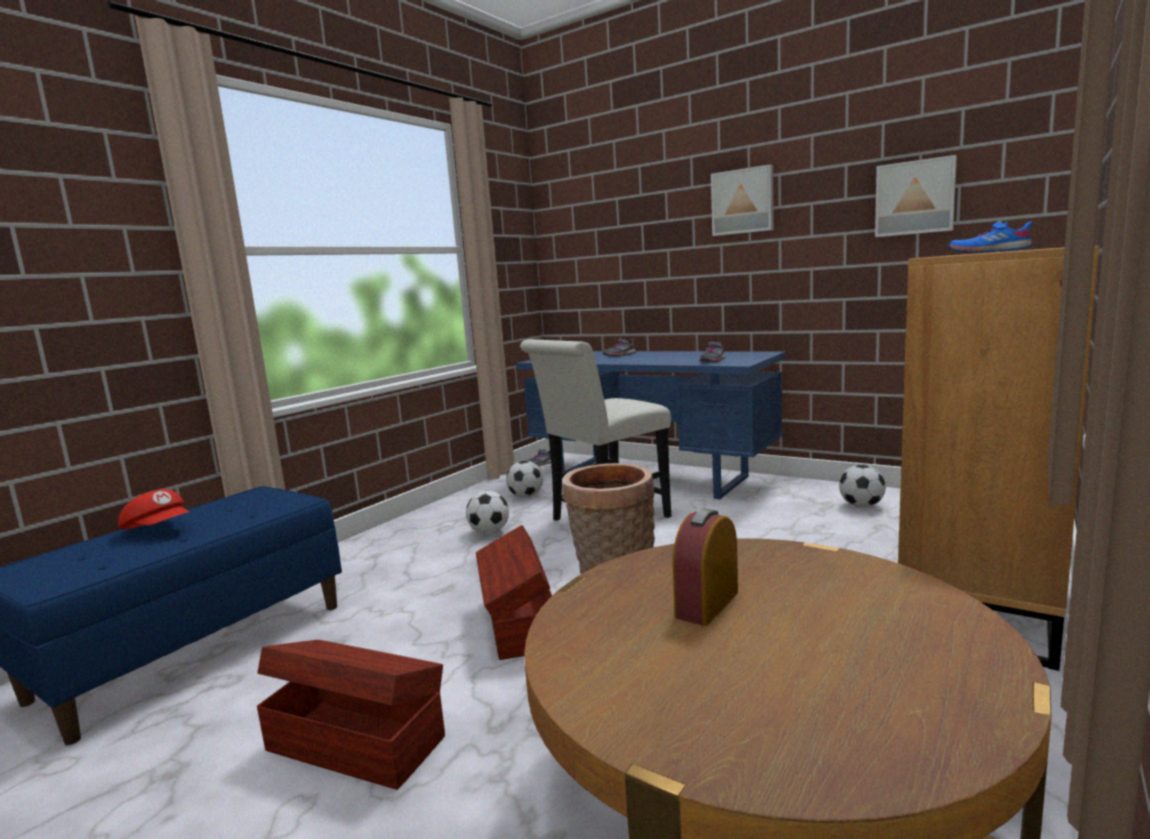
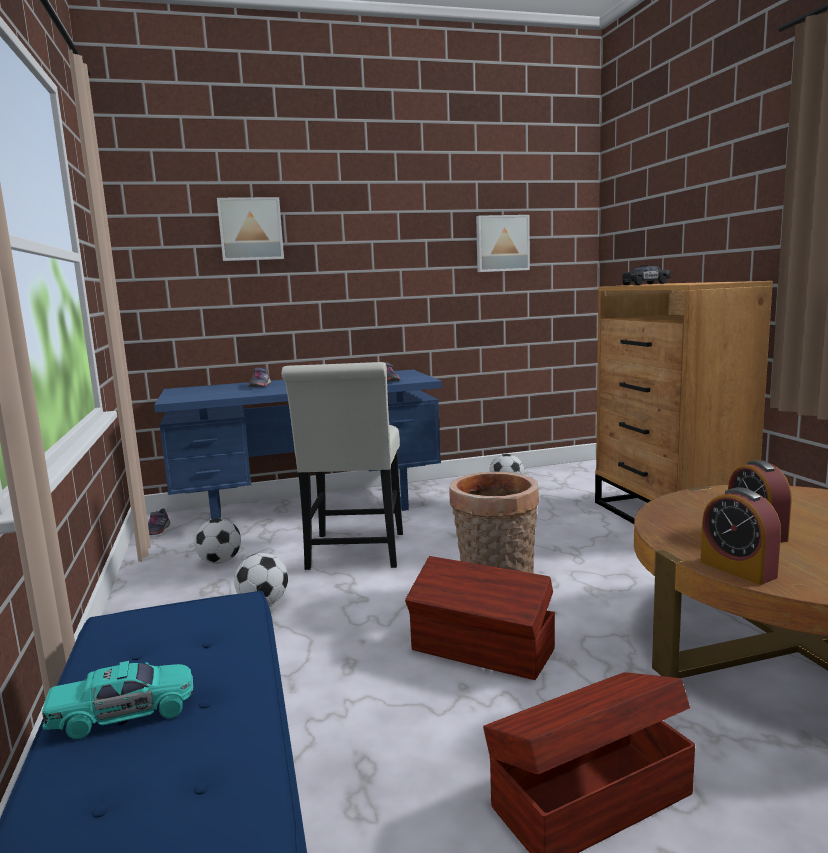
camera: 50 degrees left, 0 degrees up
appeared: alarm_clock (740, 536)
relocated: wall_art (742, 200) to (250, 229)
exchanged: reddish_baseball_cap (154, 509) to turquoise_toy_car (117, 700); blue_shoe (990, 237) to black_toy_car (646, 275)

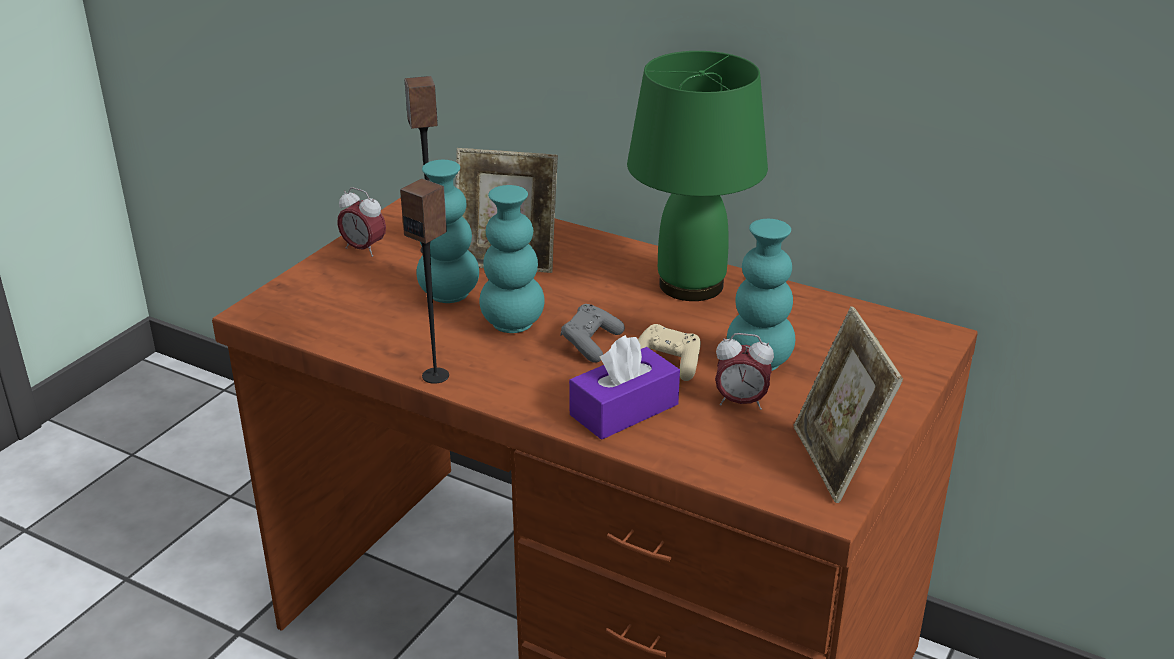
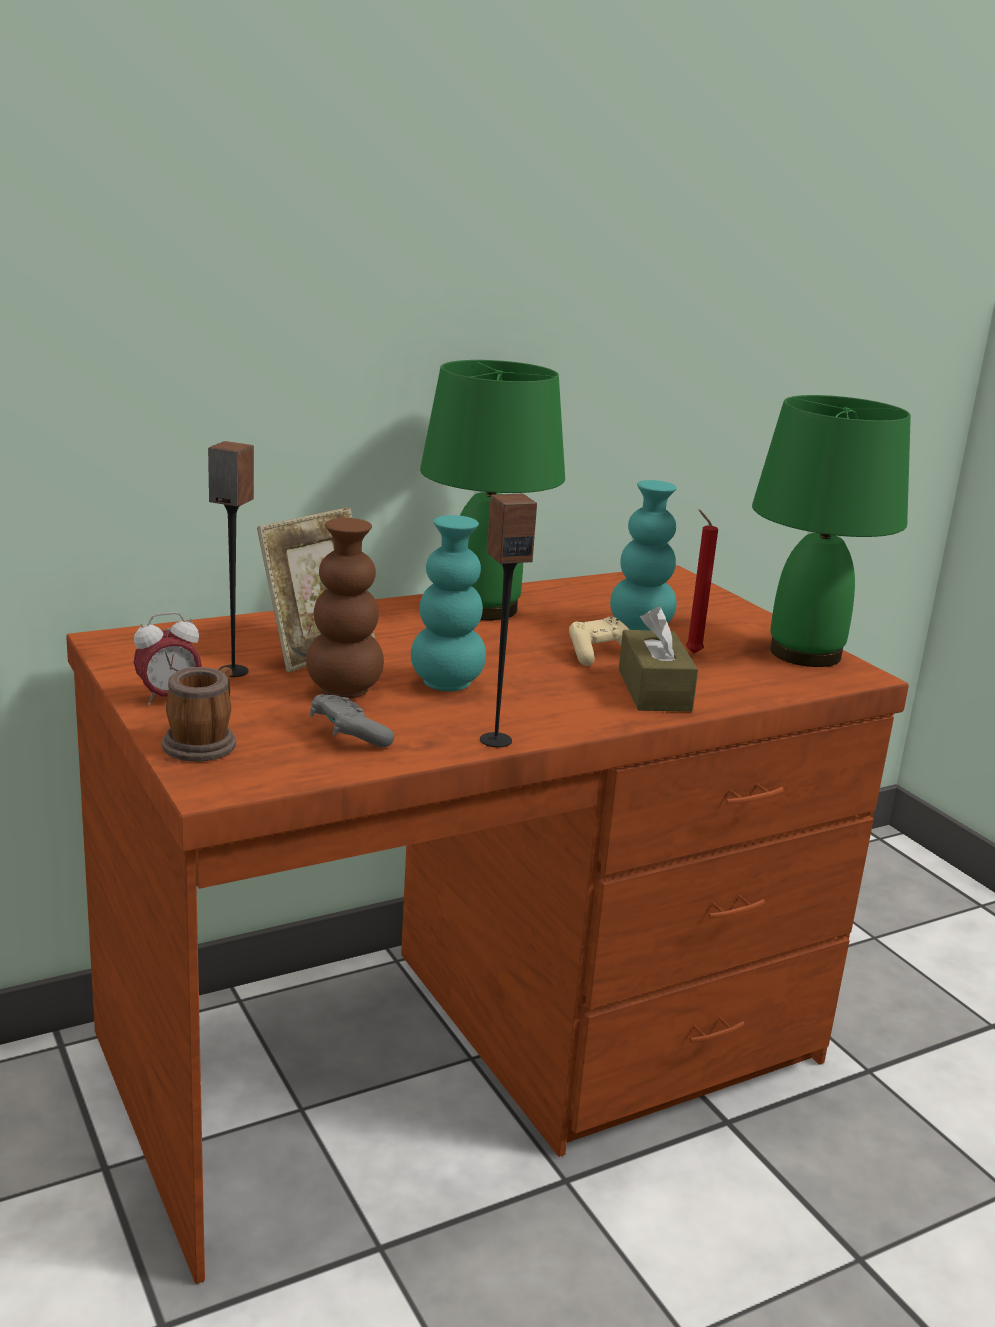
camera: 60 degrees left, 10 degrees down
appeared: coffee_mug (199, 714)
relocated: grey_joypad (592, 333) to (352, 721)
exchanged: alarm_clock (744, 371) to reddish_candle (702, 581); picture_frame (848, 404) to green-coloured_lamp_for_a_table (831, 531)
colour: turquoise_flower_vase (447, 231) to brownish_flower_vase (345, 608); purplish_tissue_box (624, 387) to brownish_tissue_box (658, 659)

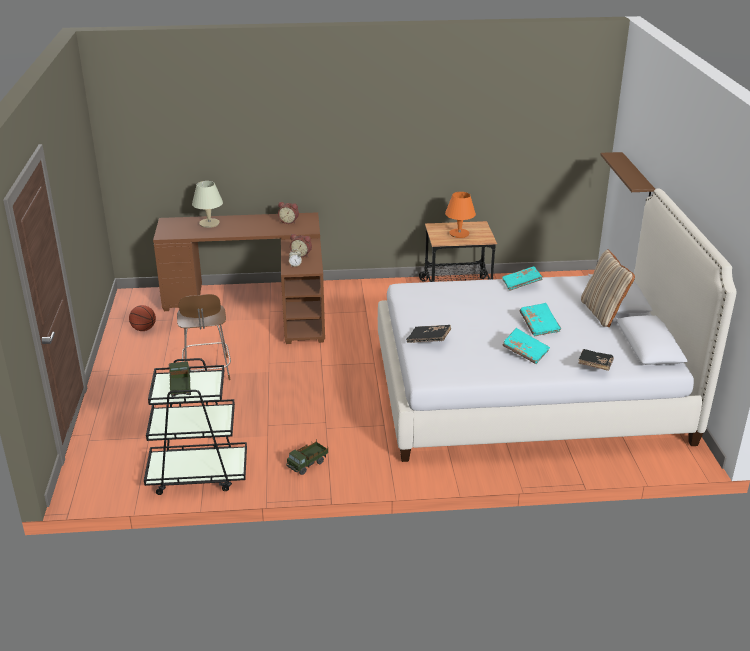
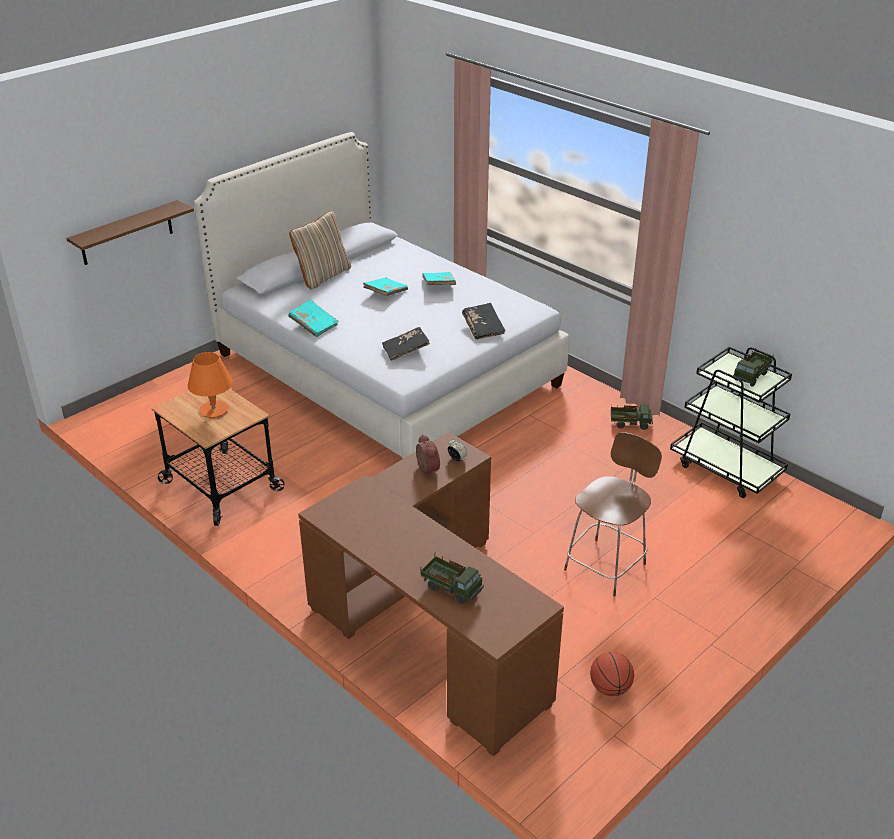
camera: 130 degrees left, 5 degrees up
missing: alarm_clock (288, 213)
relocated: black_volume (596, 360) to (406, 344)
exchanged: sand-coloured_lamp_for_a_table (207, 204) to model_truck (452, 580)

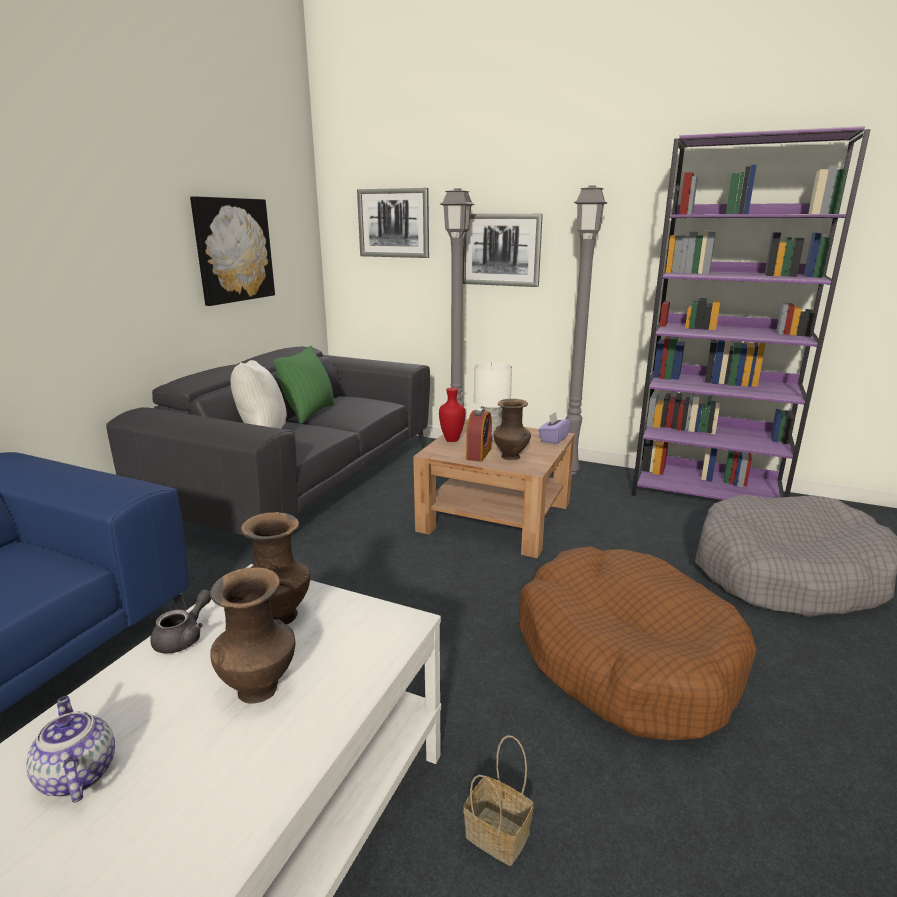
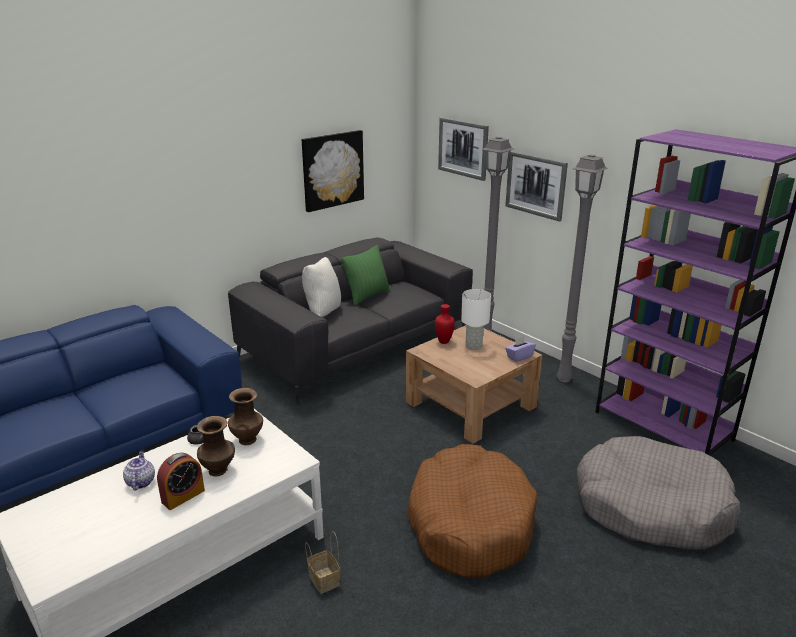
camera: 25 degrees right, 5 degrees up
missing: brownish_flower_vase (512, 429)
relocated: alarm_clock (479, 435) to (181, 481)

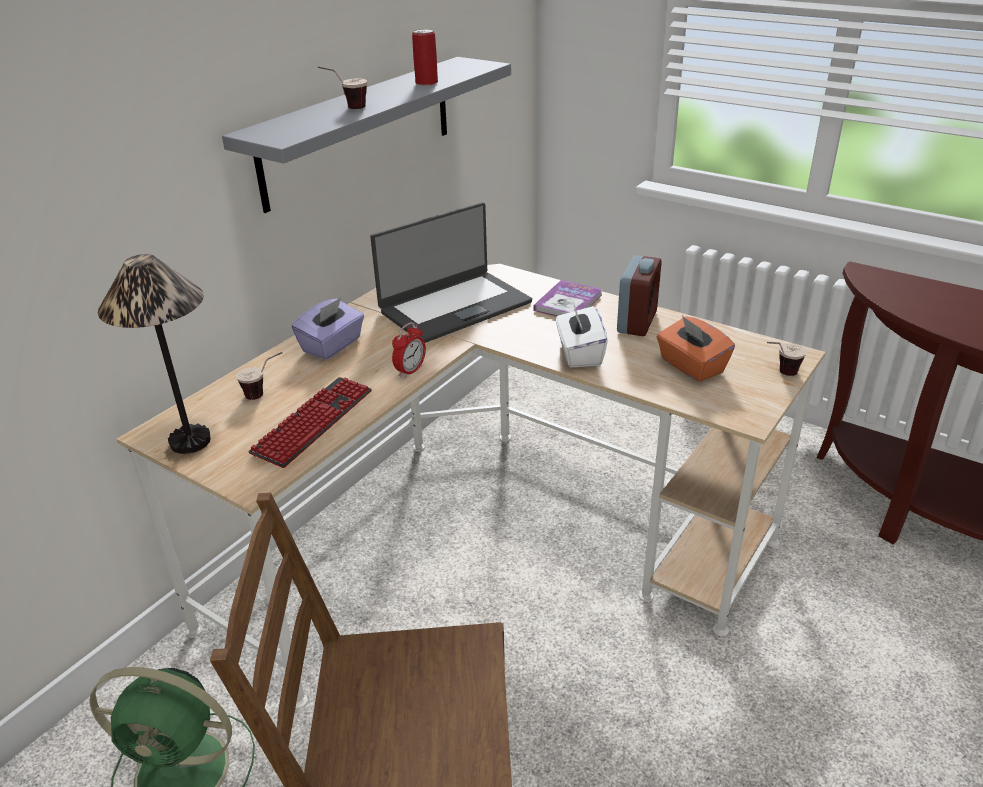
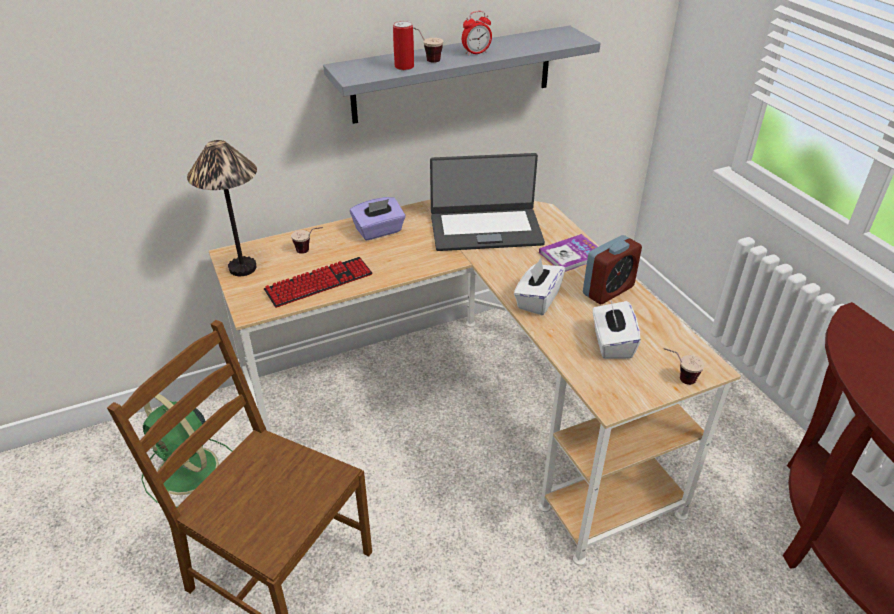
camera: 30 degrees right, 5 degrees up
relocated: sealed_can (425, 57) to (403, 45); alarm_clock (409, 350) to (477, 33)
colour: orangey_tissue_box (696, 349) to whitish_tissue_box (617, 330)

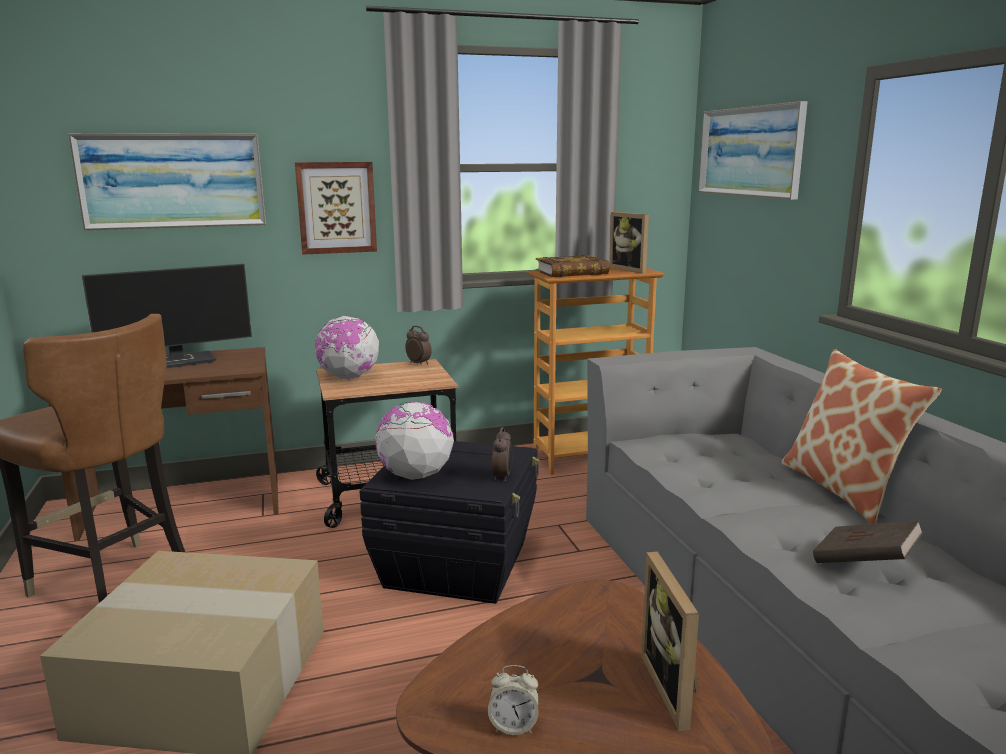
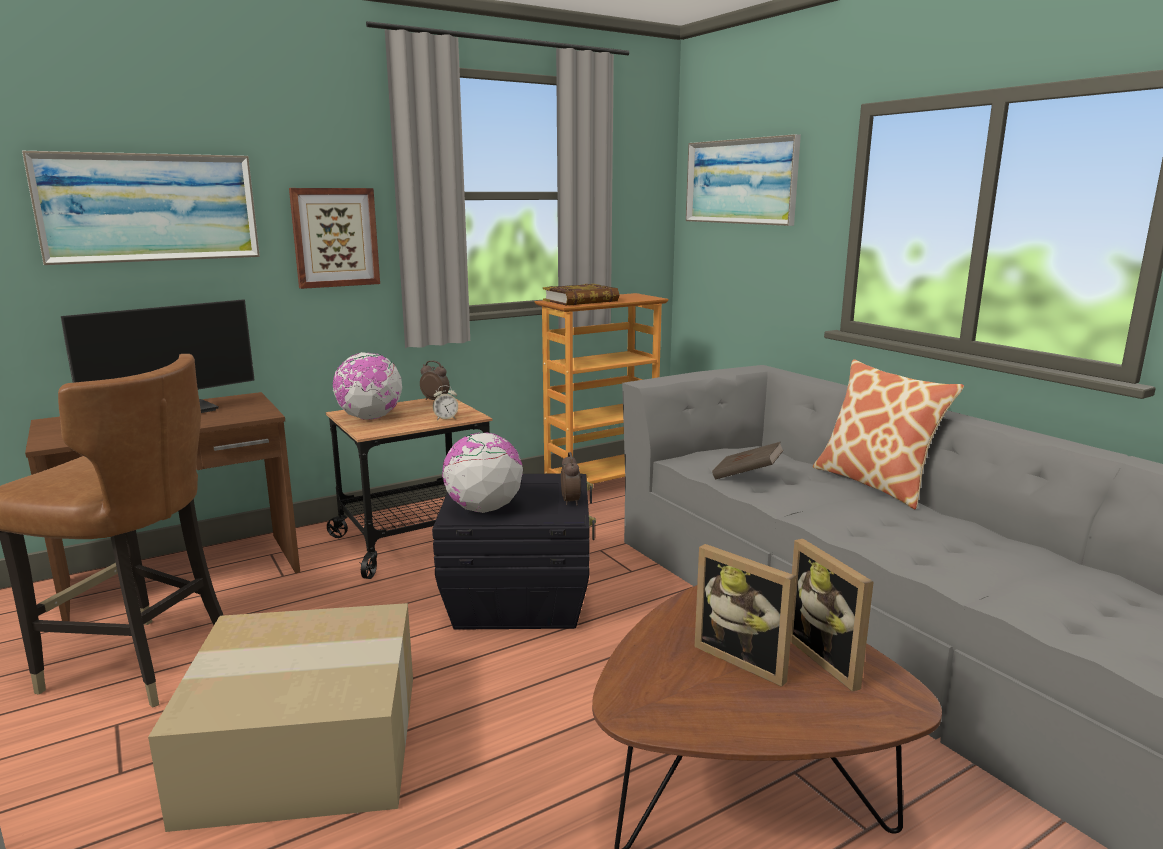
camera: 15 degrees left, 0 degrees up
relocated: alarm_clock (513, 700) to (445, 403); picture_frame (629, 242) to (745, 615); brownish_volume (868, 541) to (748, 461)

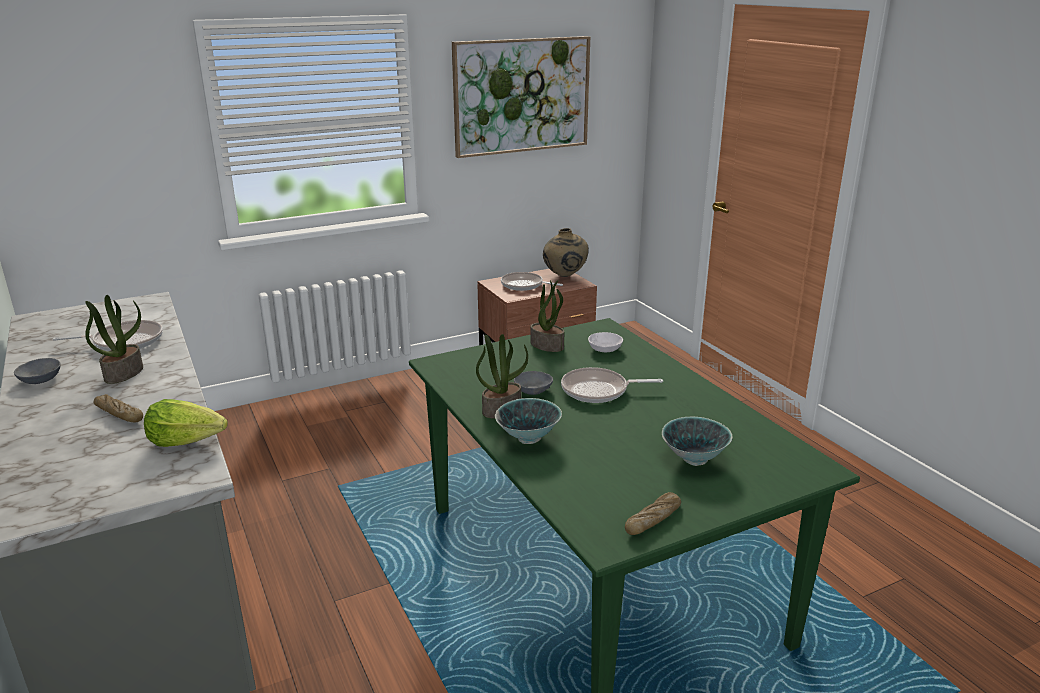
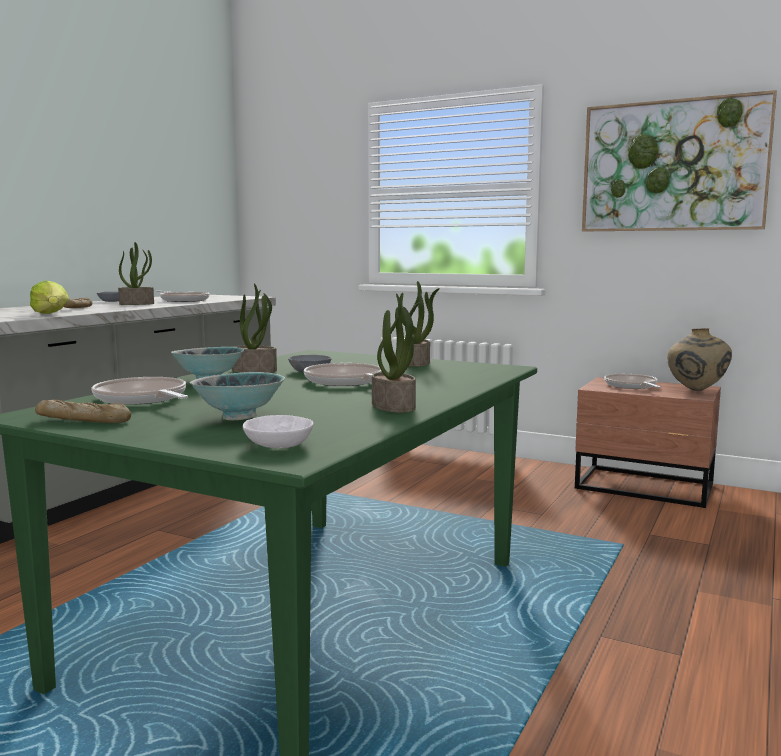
camera: 55 degrees right, 15 degrees down
appeared: pan (139, 391); houseplant (396, 353)
relocated: whitish_deep_dish (605, 342) to (278, 431)

